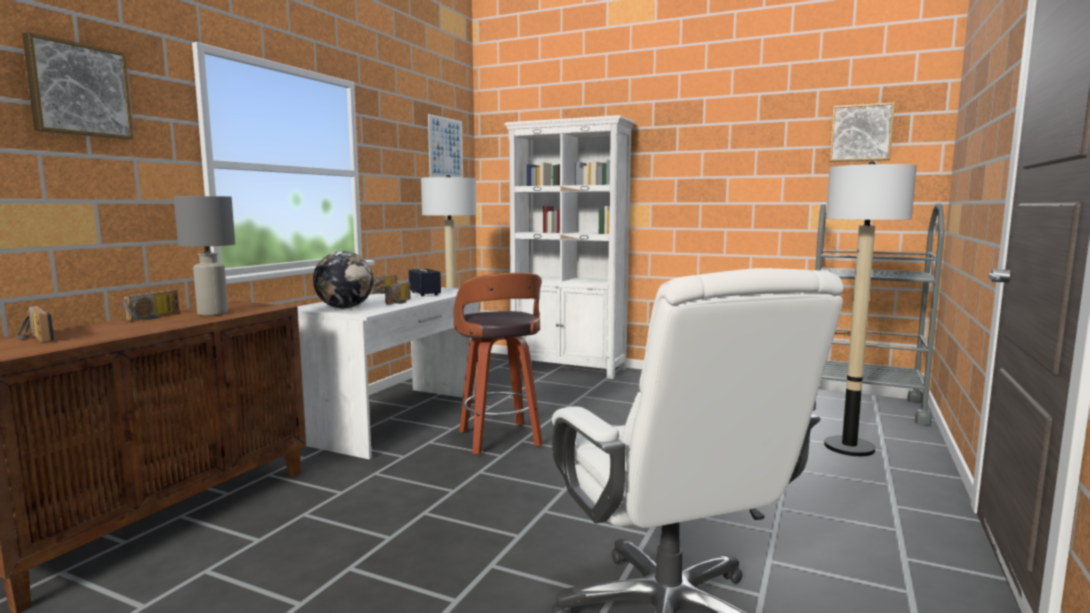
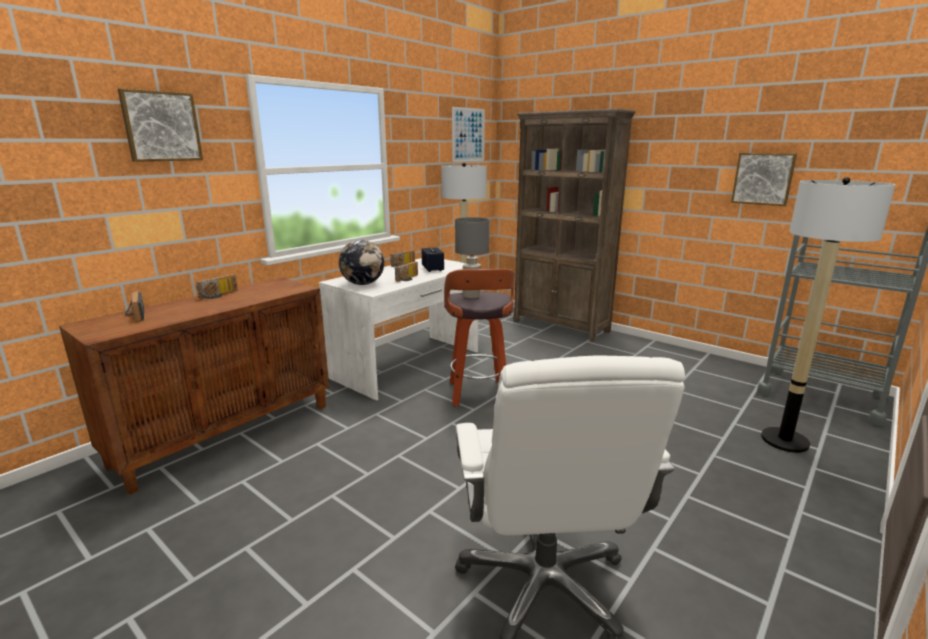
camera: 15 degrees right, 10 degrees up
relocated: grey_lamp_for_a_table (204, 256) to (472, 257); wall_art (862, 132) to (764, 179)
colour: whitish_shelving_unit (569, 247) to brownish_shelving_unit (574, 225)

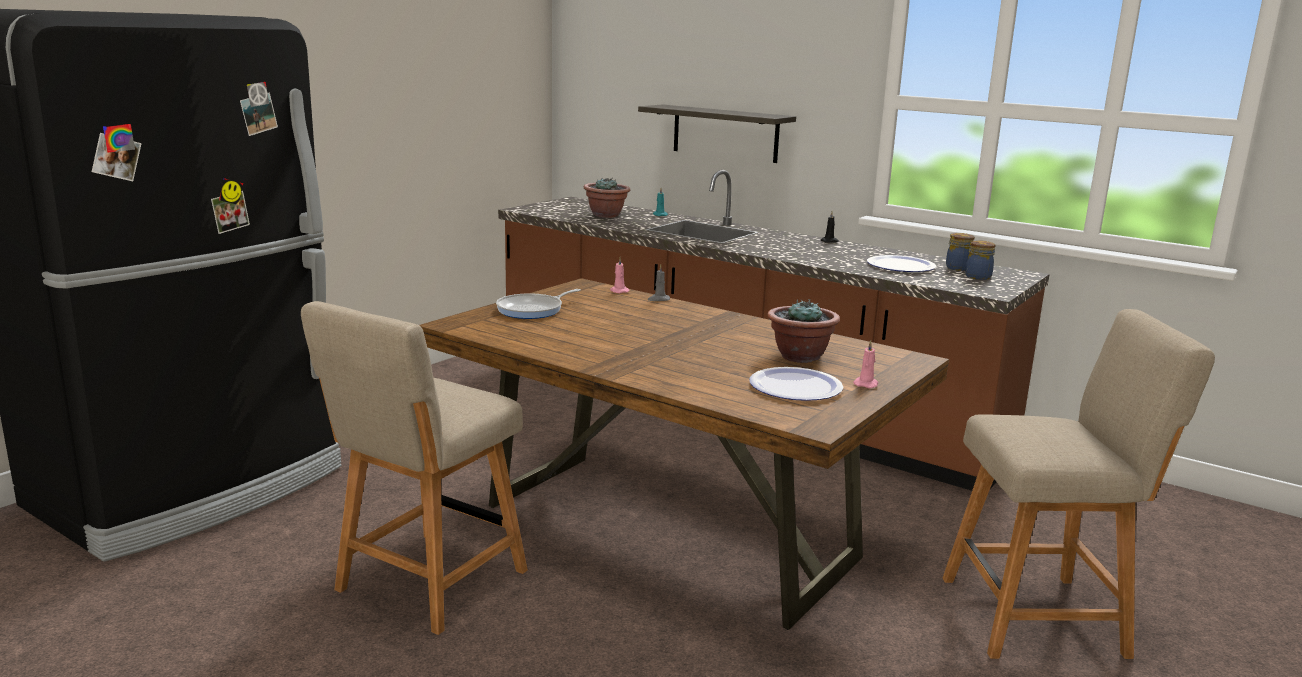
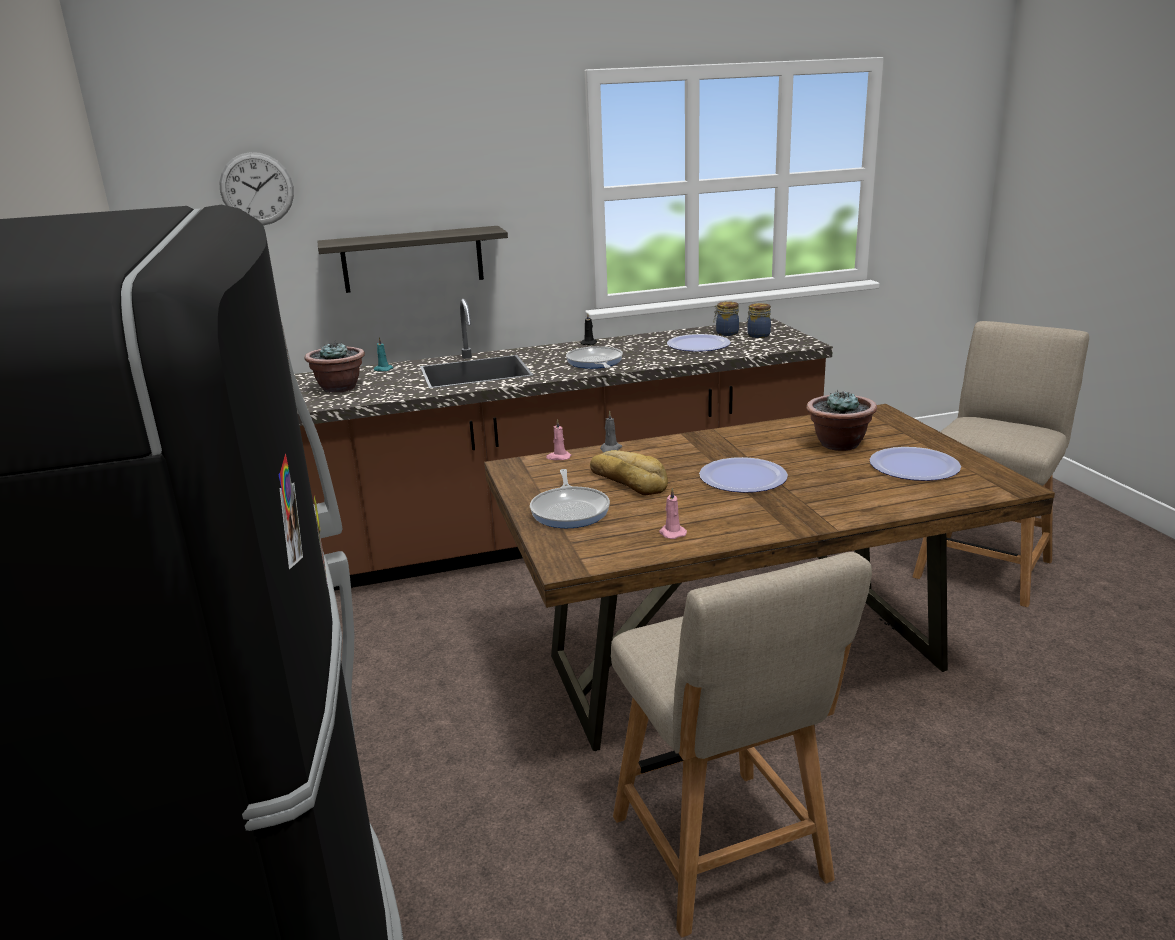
camera: 50 degrees left, 5 degrees up
appeared: wall_clock (256, 188); pan (594, 357); baked_bread (629, 472); plate (743, 475)
relocated: pink_candle (865, 364) to (673, 513)

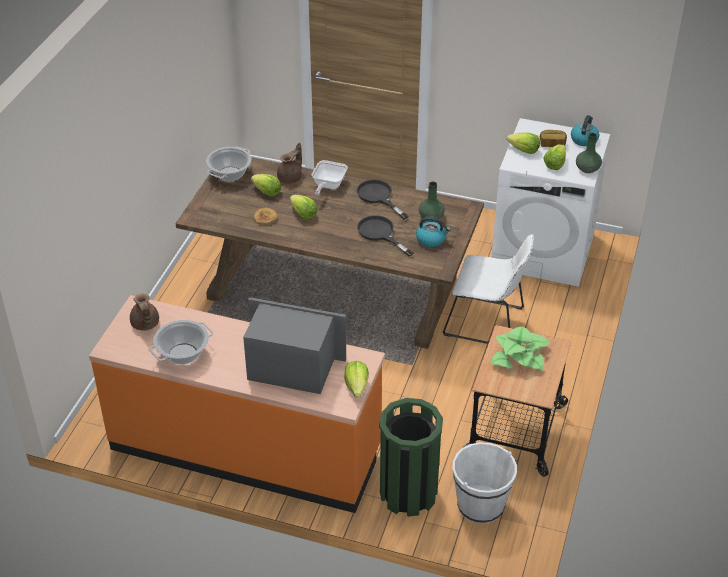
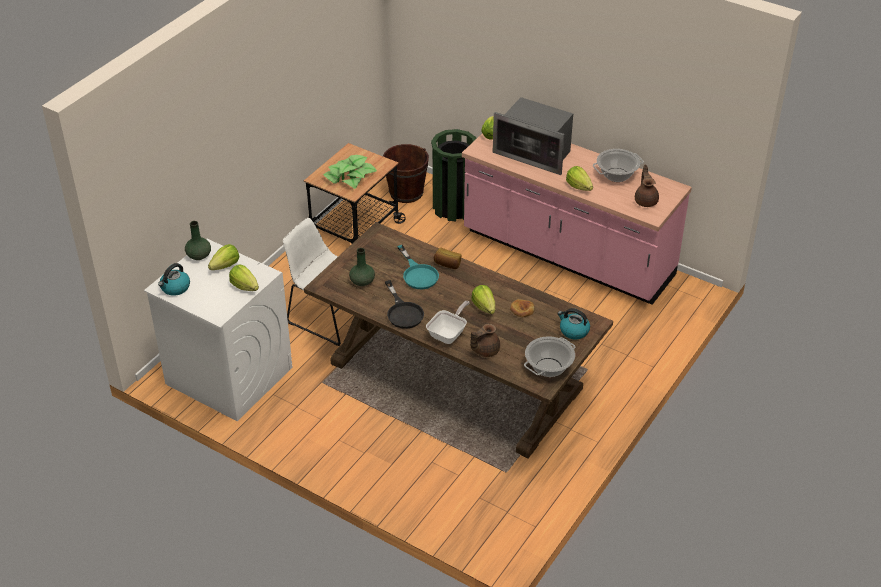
camera: 165 degrees left, 0 degrees up
relocated: baked_bread (553, 138) to (447, 258); kettle (433, 231) to (573, 324); lettuce_head (266, 185) to (579, 178)
colour: whitish_water_bucket (485, 483) to brownish_water_bucket (406, 173); black_pan (385, 235) to turquoise_pan (418, 267); orangey_kitchen_counter (237, 404) to pink_kitchen_counter (577, 219)

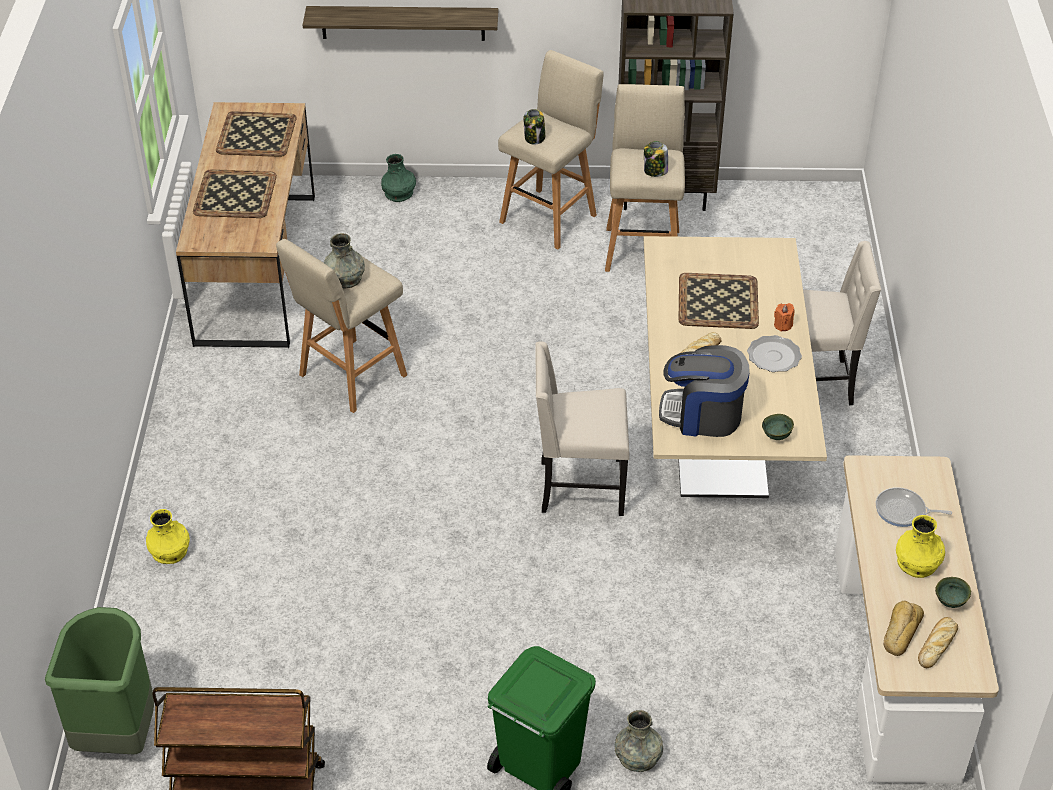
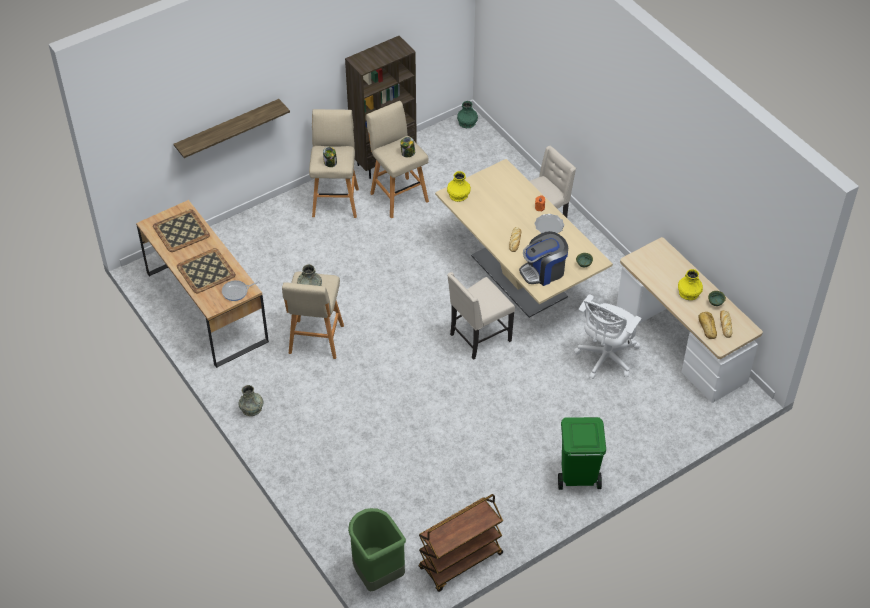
camera: 35 degrees left, 5 degrees up
missing: carrying_tray (719, 301)
appeared: whitish_office_chair (607, 336)
relocated: pan (914, 507) to (241, 290); grey_flower_vase (639, 741) to (251, 400); yellow_flower_vase (168, 536) to (459, 186); green-coloured_flower_vase (398, 178) to (467, 114)

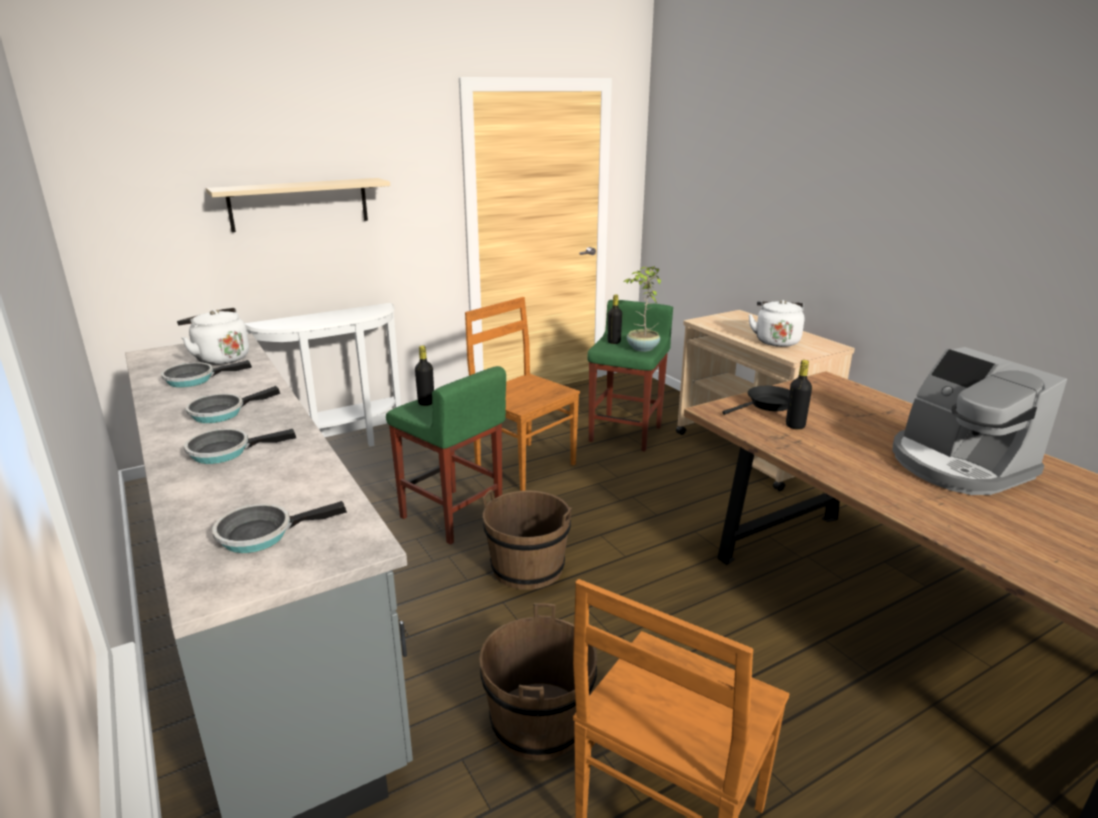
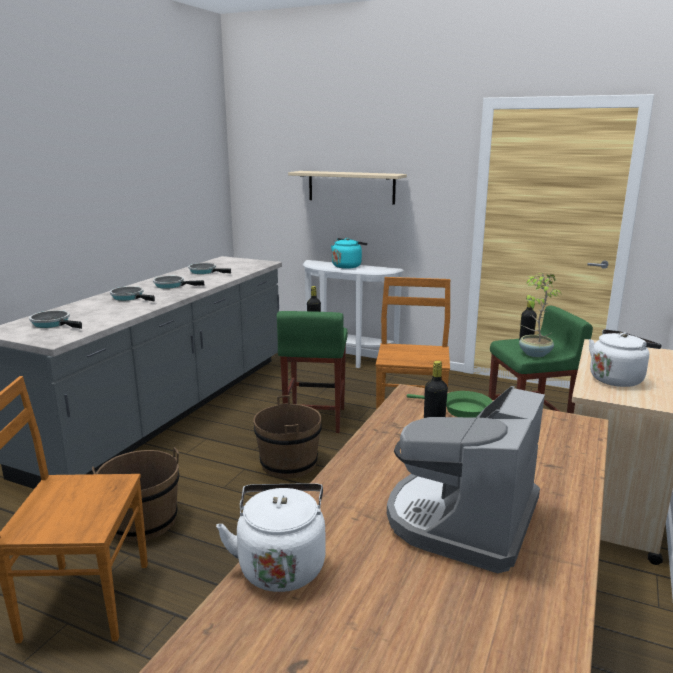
camera: 55 degrees right, 5 degrees down
appeared: turquoise_kettle (349, 253)
relocated: whitish_kettle (213, 336) to (271, 537)
colour: black_pan (756, 400) to green-coloured_pan (450, 404)

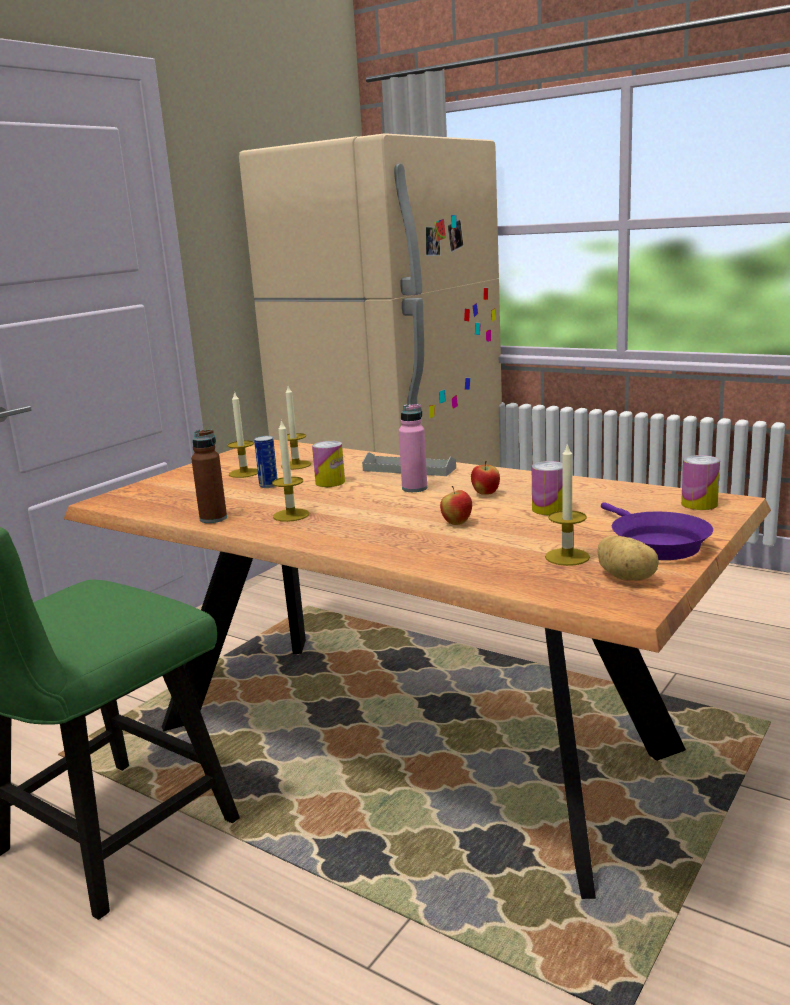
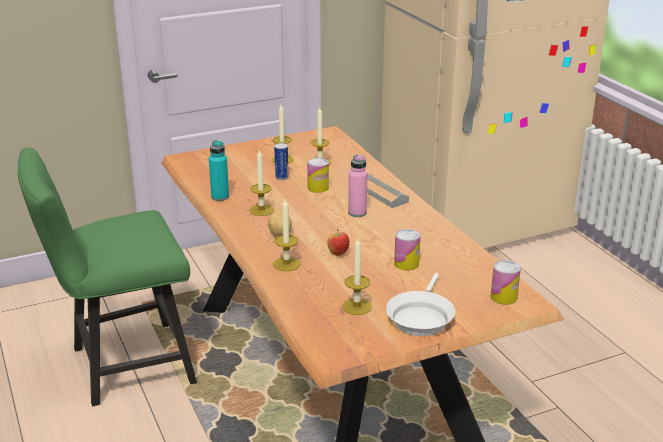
camera: 30 degrees right, 10 degrees up
missing: apple_fruit (485, 478)
appeared: candle (287, 235)
relocated: potato (628, 558) to (280, 222)
colour: brownish_drink_bottle (209, 476) to turquoise_drink_bottle (219, 170); purplish_pan (657, 531) to whitish_pan (420, 304)

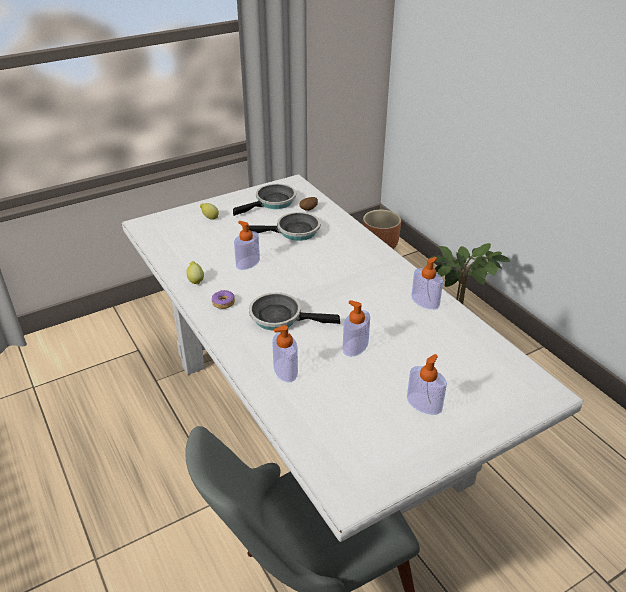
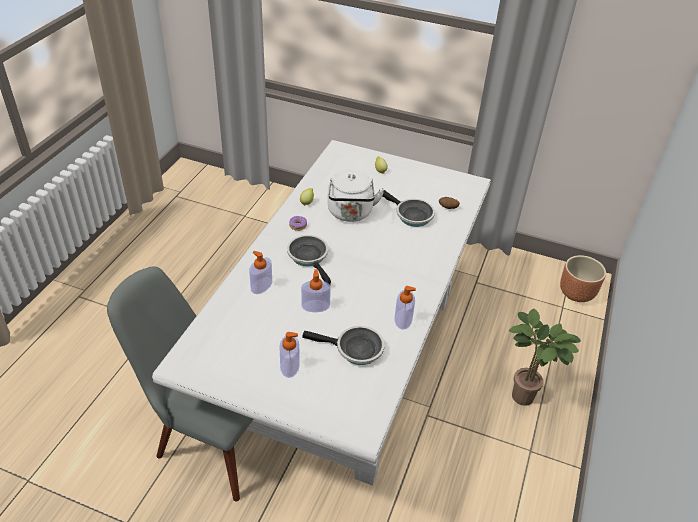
camera: 50 degrees right, 5 degrees up
relocated: pan (264, 200) to (343, 345)
exchanged: soap_dispenser (247, 245) to whitish_kettle (356, 196)

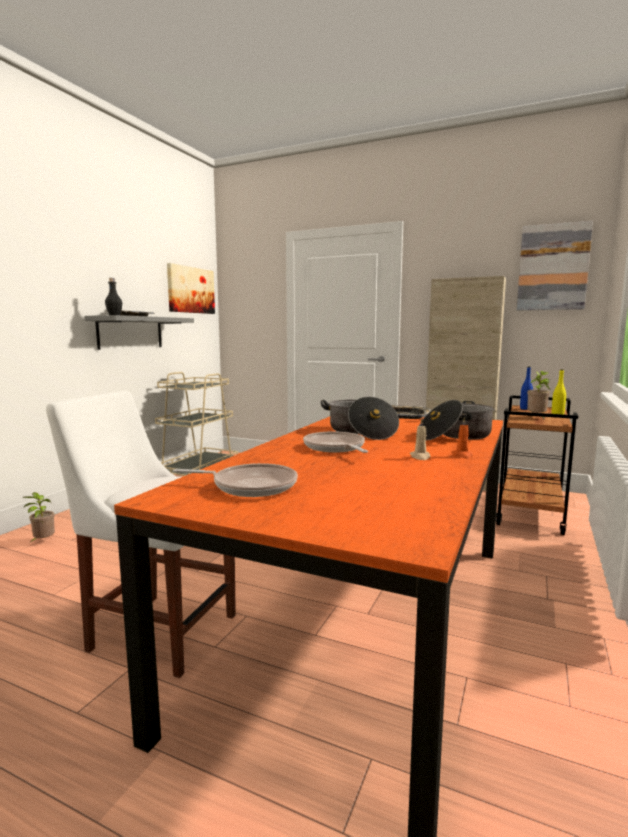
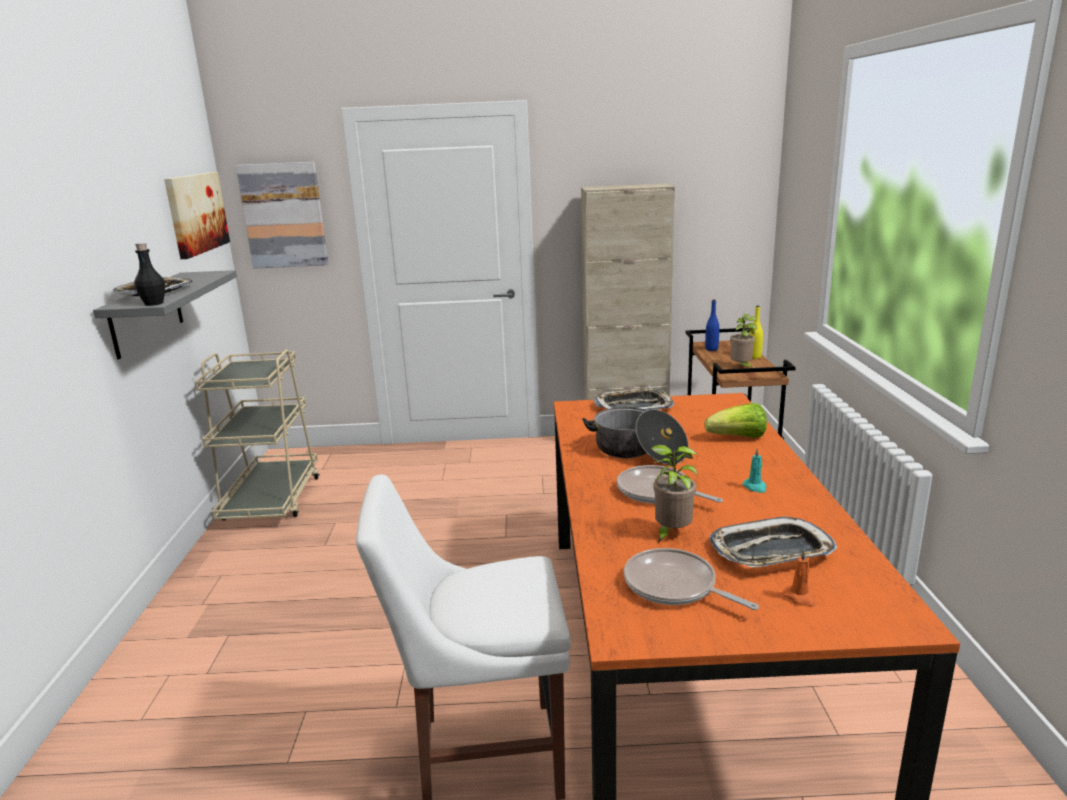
camera: 25 degrees left, 10 degrees up
appeared: carrying_tray (773, 542)
relocated: wall_art (555, 265) to (282, 215); houseplant (38, 517) to (674, 493); orangey_candle (462, 438) to (799, 578)
exchanged: saucepot (457, 420) to lettuce_head (736, 420)
colour: sand-coloured_candle (420, 439) to turquoise_candle (754, 470)
spun: pan (235, 480) = (691, 579) 120 degrees counterclockwise

